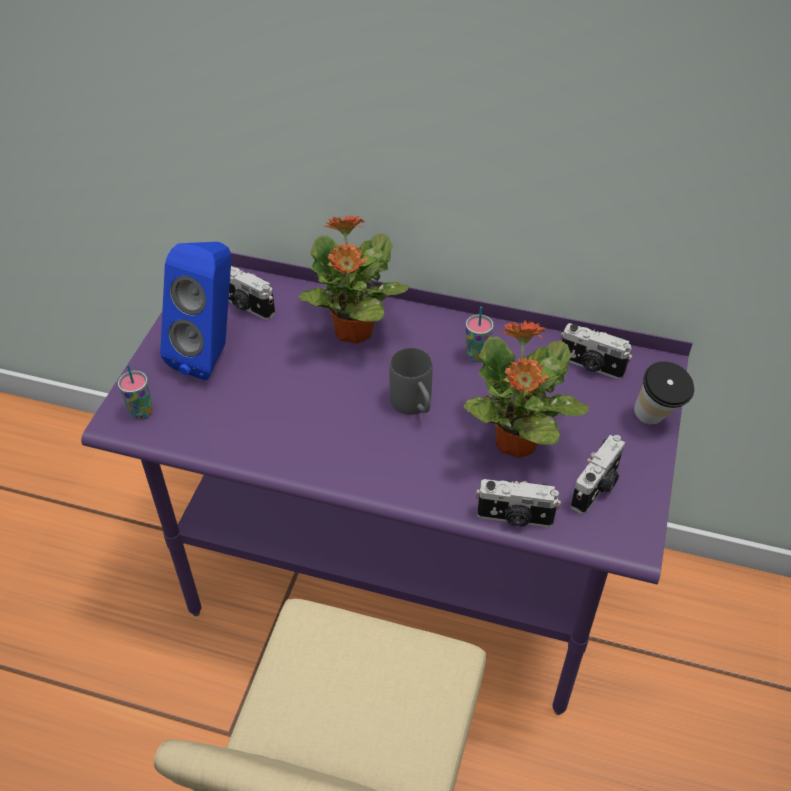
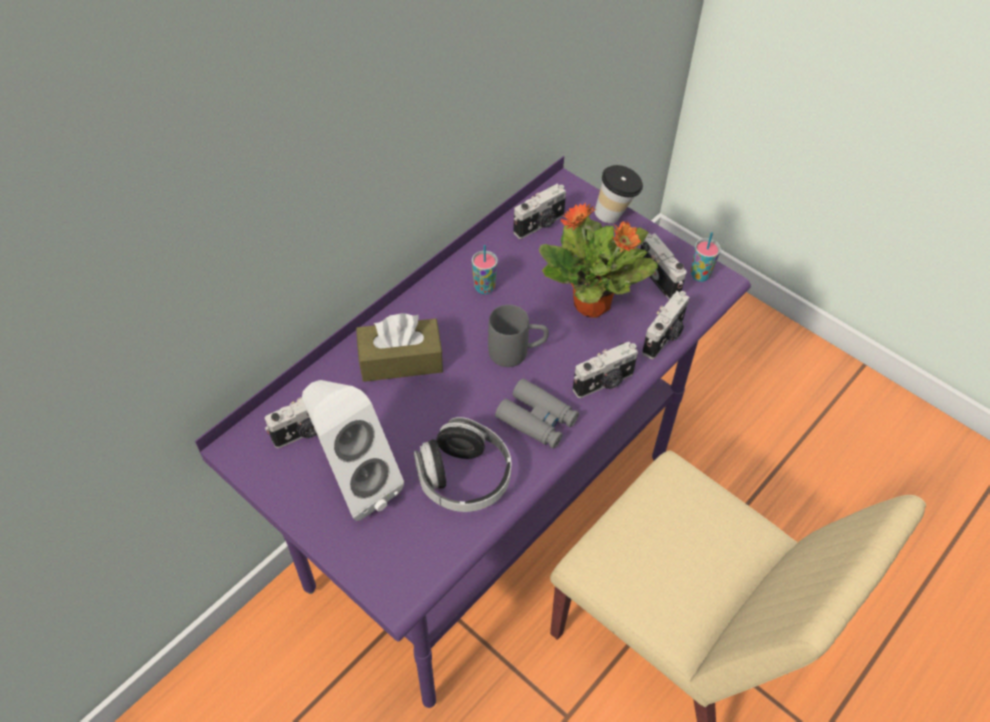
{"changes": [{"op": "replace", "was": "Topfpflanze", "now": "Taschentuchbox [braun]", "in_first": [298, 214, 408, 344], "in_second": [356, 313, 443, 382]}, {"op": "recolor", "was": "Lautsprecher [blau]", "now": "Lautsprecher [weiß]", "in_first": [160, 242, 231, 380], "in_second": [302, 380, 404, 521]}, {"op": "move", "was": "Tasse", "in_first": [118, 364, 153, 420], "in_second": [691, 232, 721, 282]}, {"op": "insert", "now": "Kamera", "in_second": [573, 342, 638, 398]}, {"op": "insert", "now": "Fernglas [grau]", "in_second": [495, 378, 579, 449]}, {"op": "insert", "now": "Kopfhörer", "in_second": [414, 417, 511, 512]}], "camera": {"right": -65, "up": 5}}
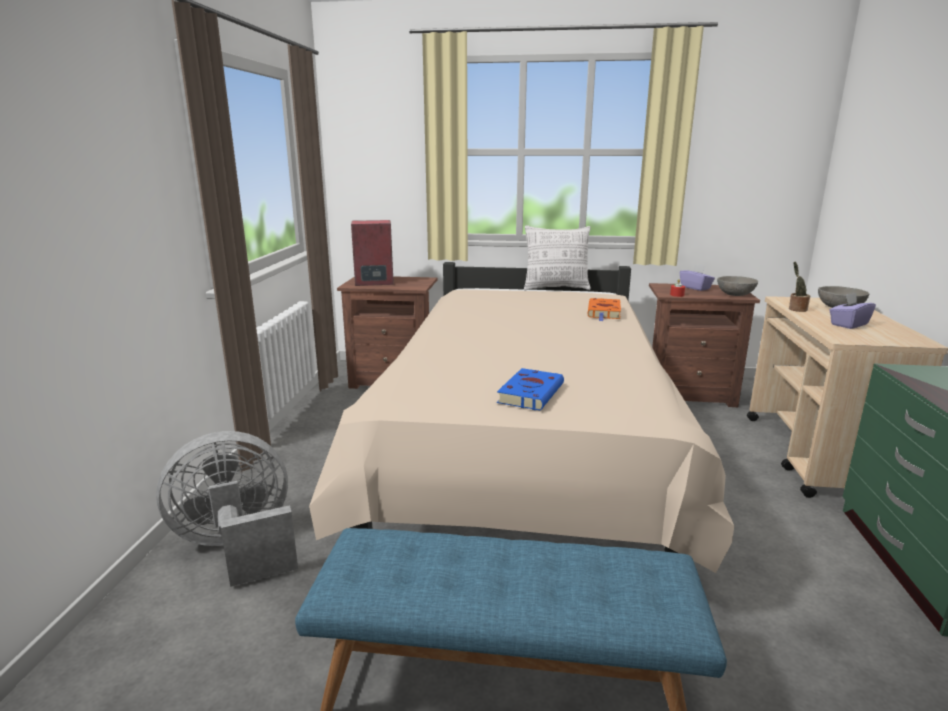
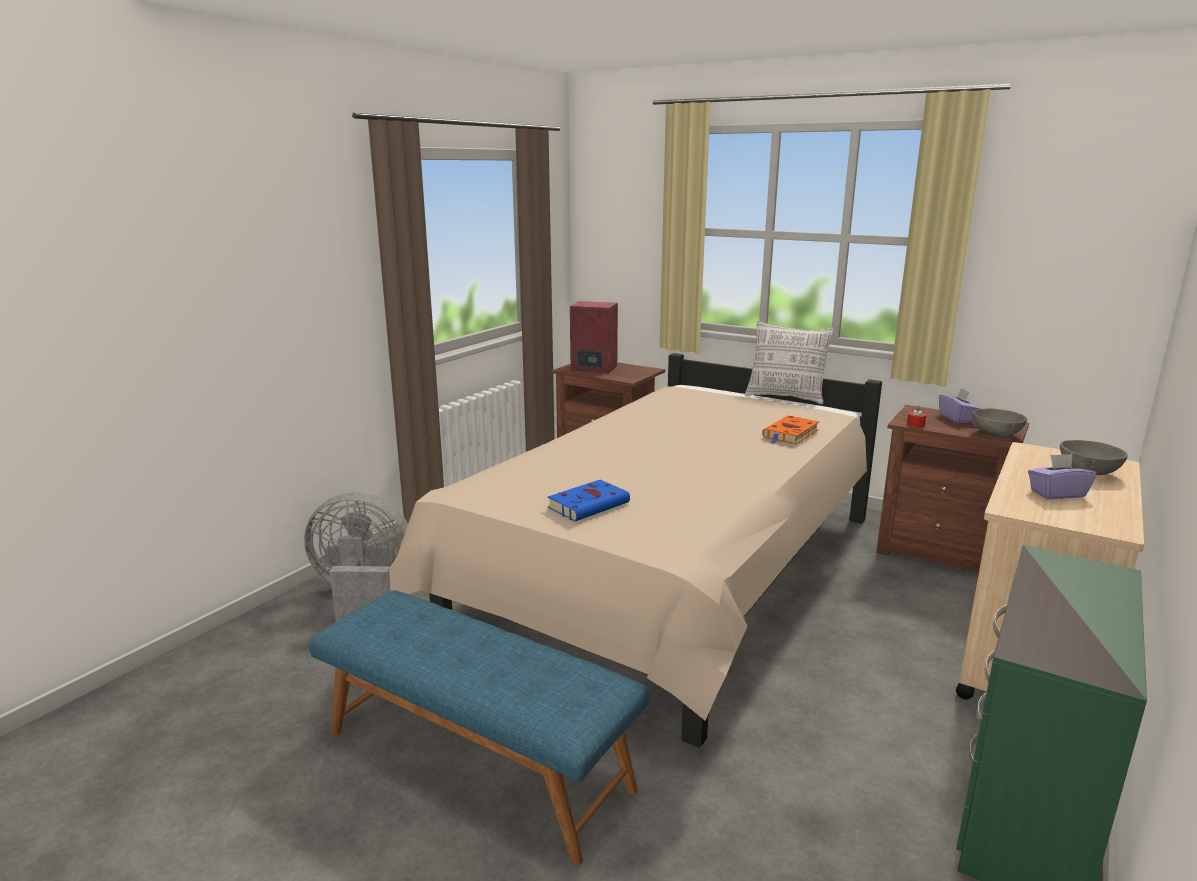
{"changes": [{"op": "delete", "was": "Topfpflanze", "in_first": [789, 261, 810, 312]}], "camera": {"right": 25, "up": 0}}
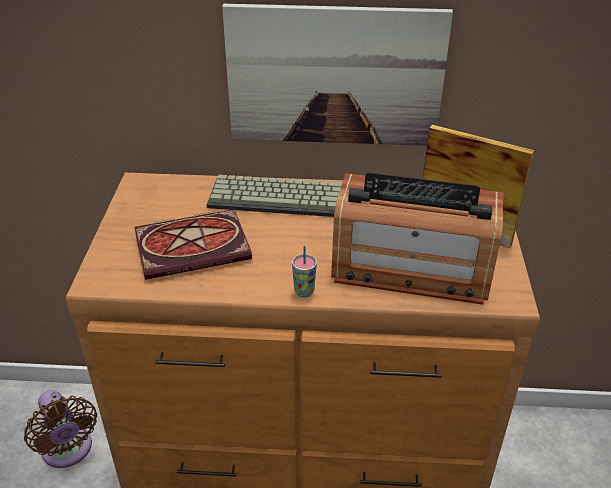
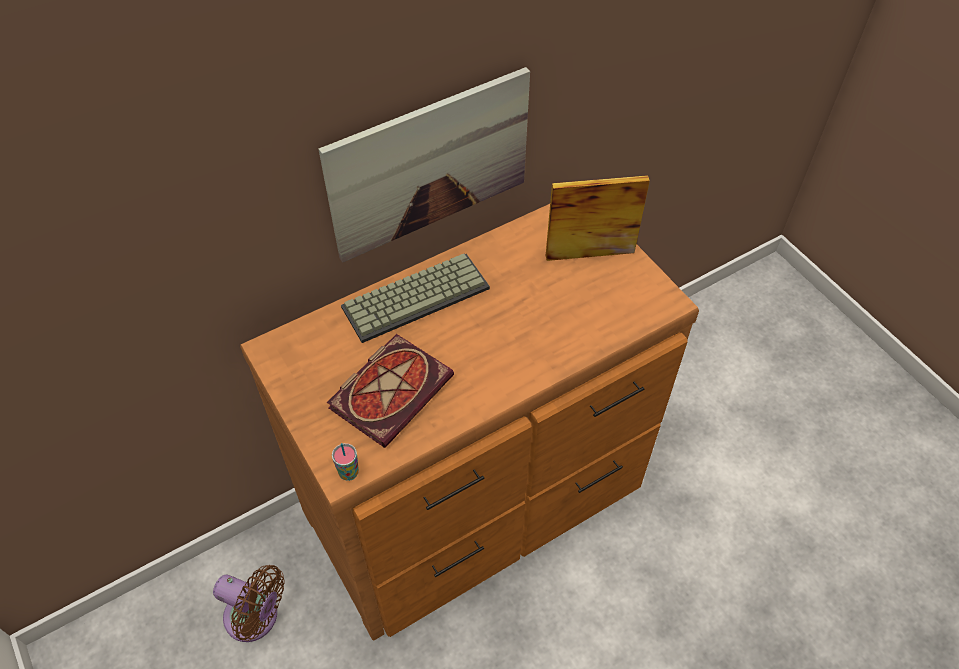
{"changes": [{"op": "delete", "was": "Radio", "in_first": [331, 172, 503, 305]}, {"op": "move", "was": "Tasse", "in_first": [292, 246, 317, 297], "in_second": [332, 443, 359, 481]}], "camera": {"right": -35, "up": 15}}
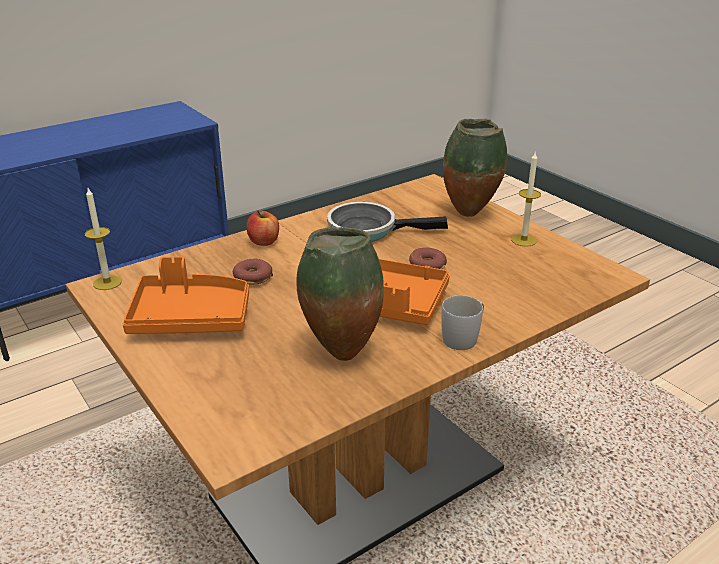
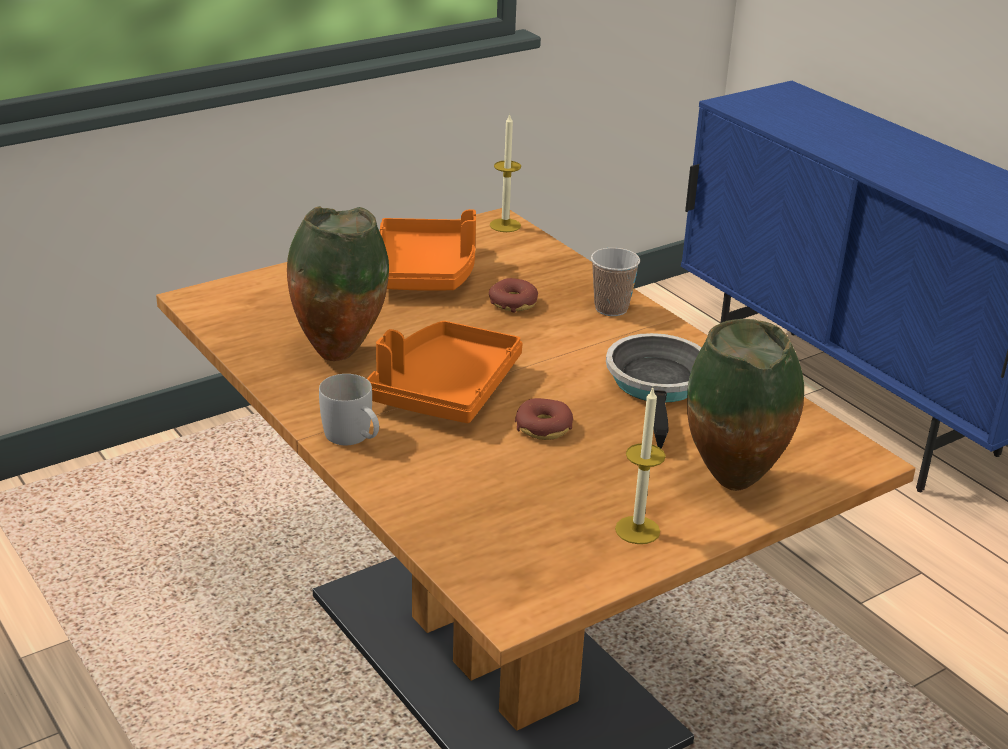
{"changes": [{"op": "replace", "was": "Apfel", "now": "Tasse", "in_first": [247, 211, 279, 246], "in_second": [591, 248, 640, 316]}], "camera": {"right": 90, "up": 0}}
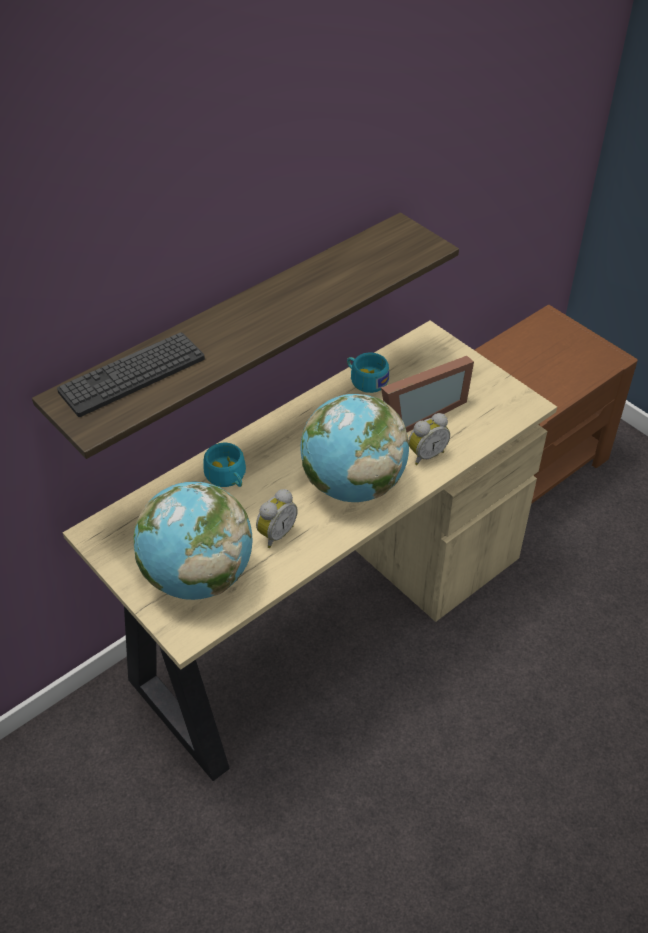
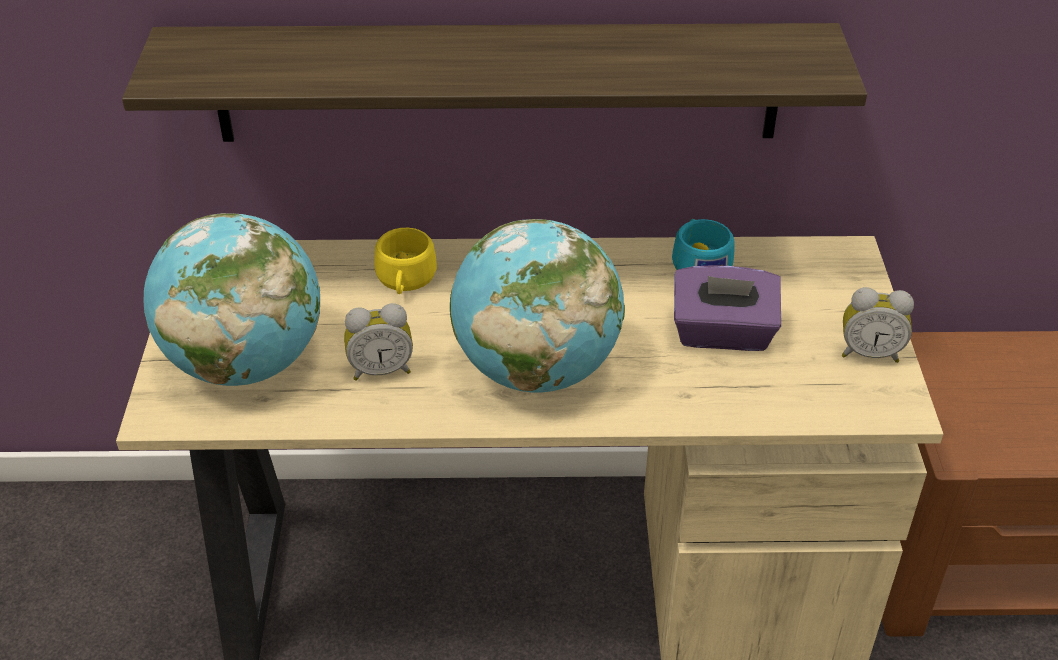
{"changes": [{"op": "delete", "was": "Tastatur", "in_first": [57, 332, 205, 417]}, {"op": "replace", "was": "Bilderrahmen", "now": "Taschentuchbox [lila]", "in_first": [381, 356, 474, 432], "in_second": [674, 266, 781, 351]}, {"op": "move", "was": "Wecker", "in_first": [409, 413, 450, 465], "in_second": [842, 287, 914, 363]}, {"op": "recolor", "was": "Tasse [türkis]", "now": "Tasse [gelb]", "in_first": [203, 443, 246, 487], "in_second": [375, 228, 437, 294]}], "camera": {"right": 40, "up": -5}}
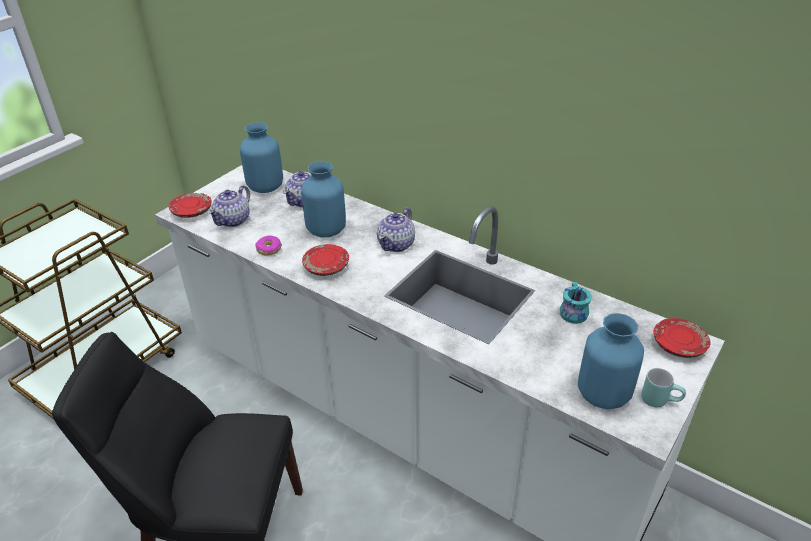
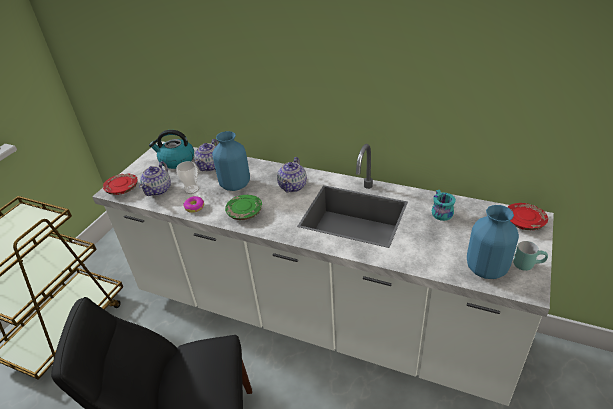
{"changes": [{"op": "replace", "was": "Vase [blau]", "now": "Wasserkessel", "in_first": [240, 122, 283, 193], "in_second": [149, 130, 194, 169]}, {"op": "recolor", "was": "Teller [rot]", "now": "Teller [grün]", "in_first": [302, 244, 349, 276], "in_second": [225, 195, 262, 220]}, {"op": "insert", "now": "Tasse", "in_second": [177, 161, 199, 194]}], "camera": {"right": -10, "up": 0}}
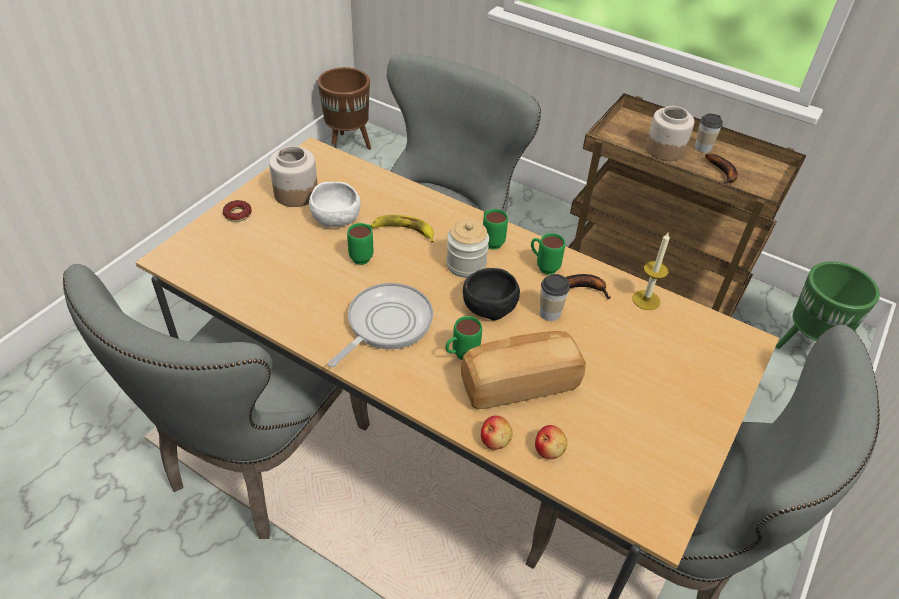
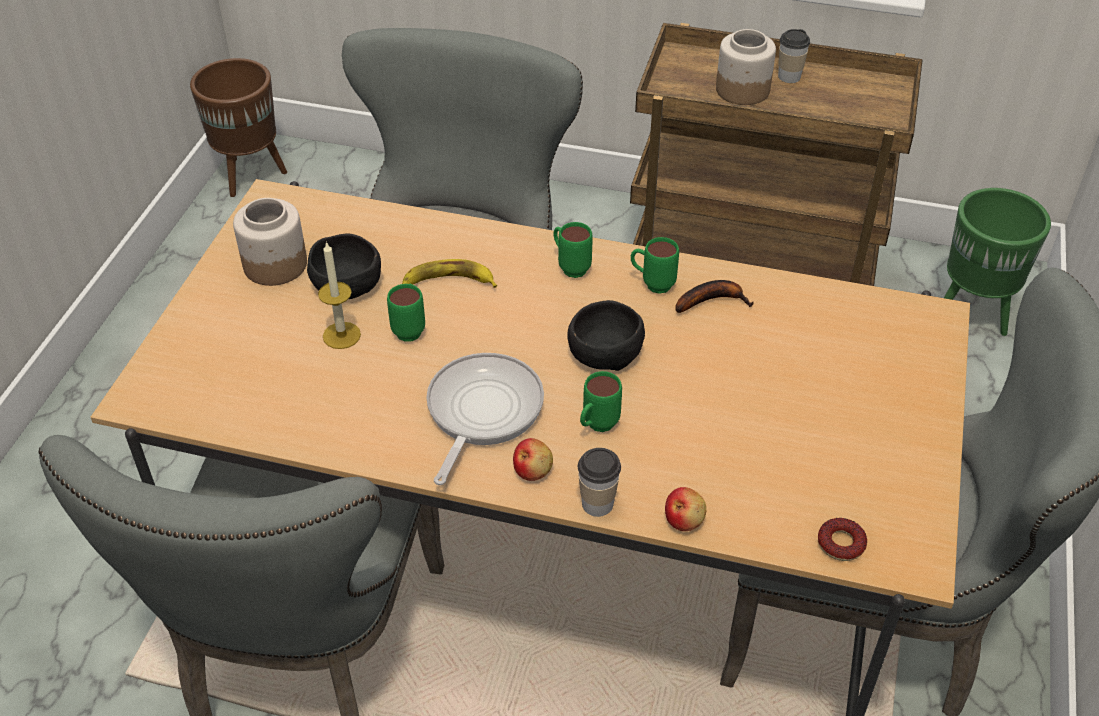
{"changes": [{"op": "delete", "was": "Banane", "in_first": [705, 154, 738, 184]}, {"op": "recolor", "was": "Schüssel [weiß]", "now": "Schüssel [schwarz]", "in_first": [309, 182, 361, 227], "in_second": [307, 234, 381, 299]}, {"op": "move", "was": "Donut", "in_first": [223, 200, 252, 222], "in_second": [818, 518, 867, 561]}, {"op": "delete", "was": "Vorratsglas", "in_first": [446, 220, 489, 278]}, {"op": "move", "was": "Kerze", "in_first": [632, 233, 670, 310], "in_second": [318, 241, 361, 349]}, {"op": "move", "was": "Tasse", "in_first": [540, 274, 570, 321], "in_second": [578, 448, 621, 517]}, {"op": "delete", "was": "Brot", "in_first": [461, 331, 586, 409]}, {"op": "move", "was": "Apfel", "in_first": [535, 425, 567, 459], "in_second": [513, 438, 553, 481]}], "camera": {"right": -15, "up": 0}}
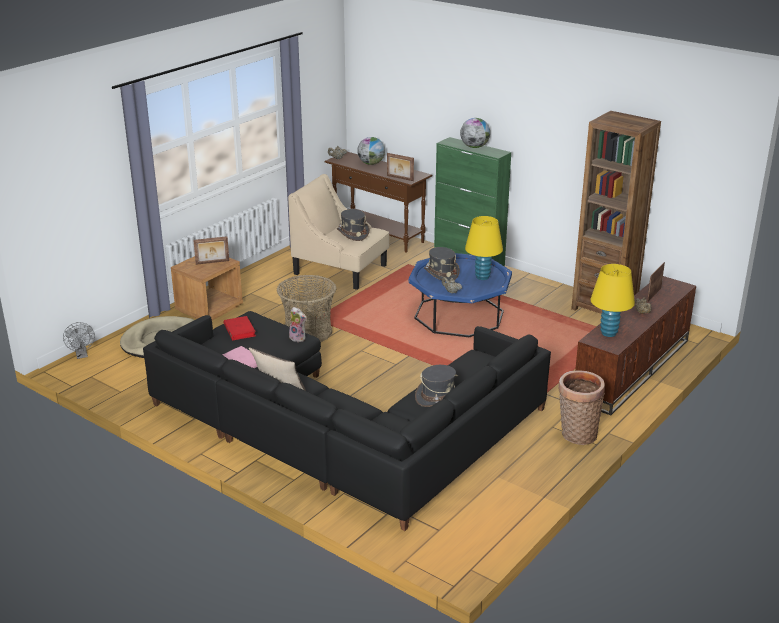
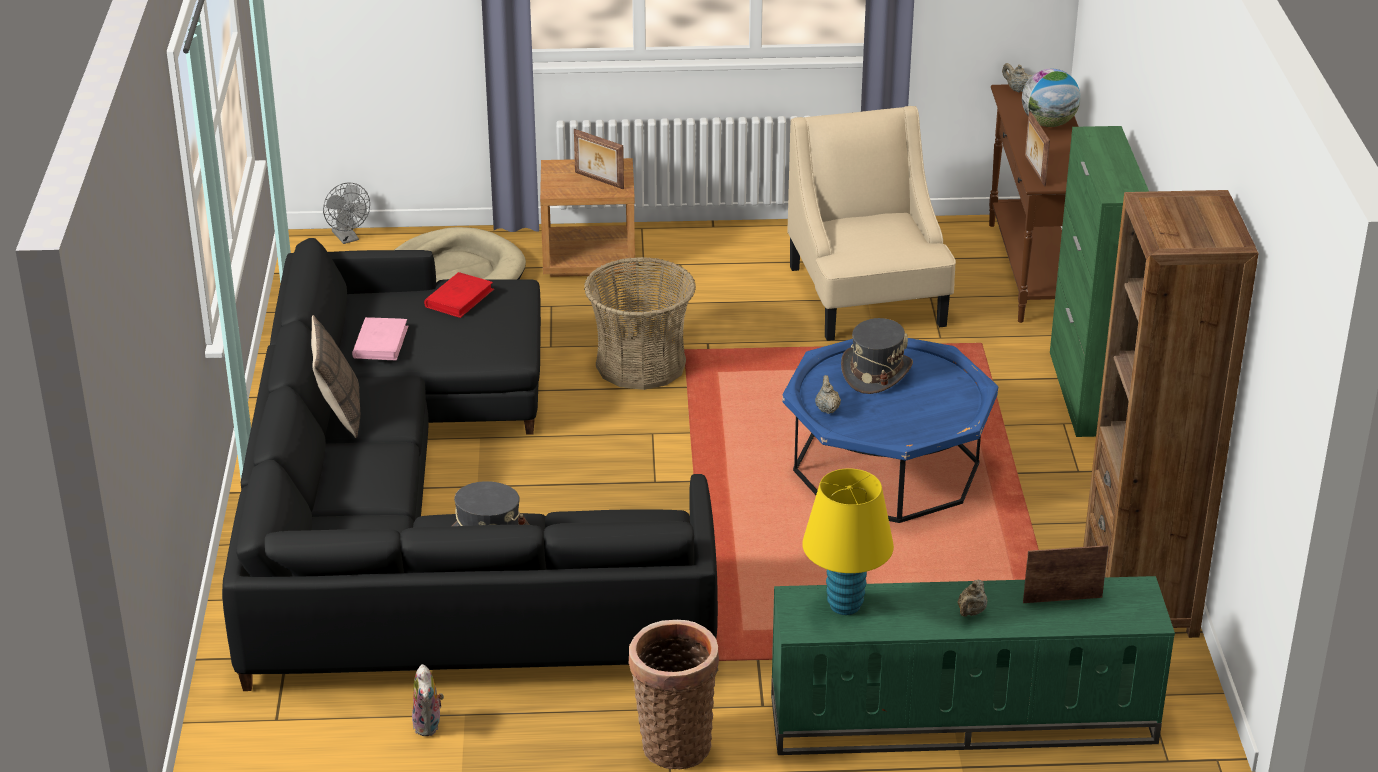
{"changes": [{"op": "delete", "was": "Globus", "in_first": [460, 118, 490, 148]}, {"op": "delete", "was": "Hut [grau]", "in_first": [337, 209, 370, 241]}, {"op": "delete", "was": "Tischlampe [gelb]", "in_first": [465, 216, 503, 280]}, {"op": "recolor", "was": "Fernsehschrank [braun]", "now": "Fernsehschrank [grün]", "in_first": [575, 276, 696, 415], "in_second": [771, 576, 1175, 755]}, {"op": "move", "was": "Plüschtier", "in_first": [289, 307, 307, 342], "in_second": [412, 664, 444, 736]}, {"op": "rotate", "was": "Ventilator [grau]", "in_first": [63, 322, 95, 359], "in_second": [323, 183, 370, 244], "clockwise": -60}], "camera": {"right": 50, "up": 5}}
